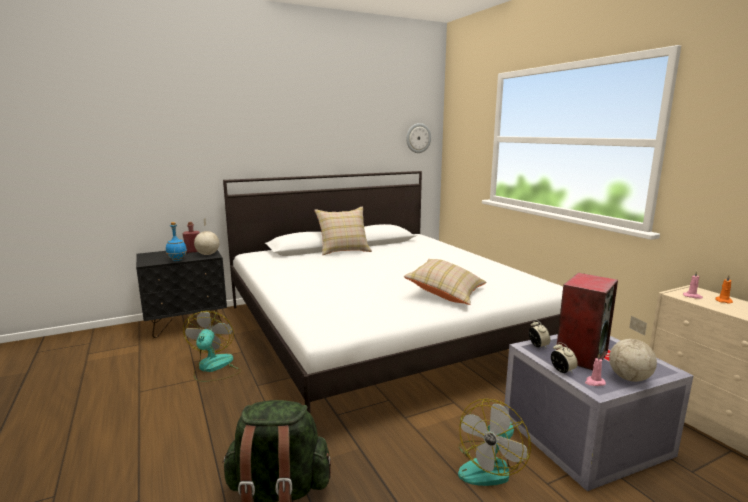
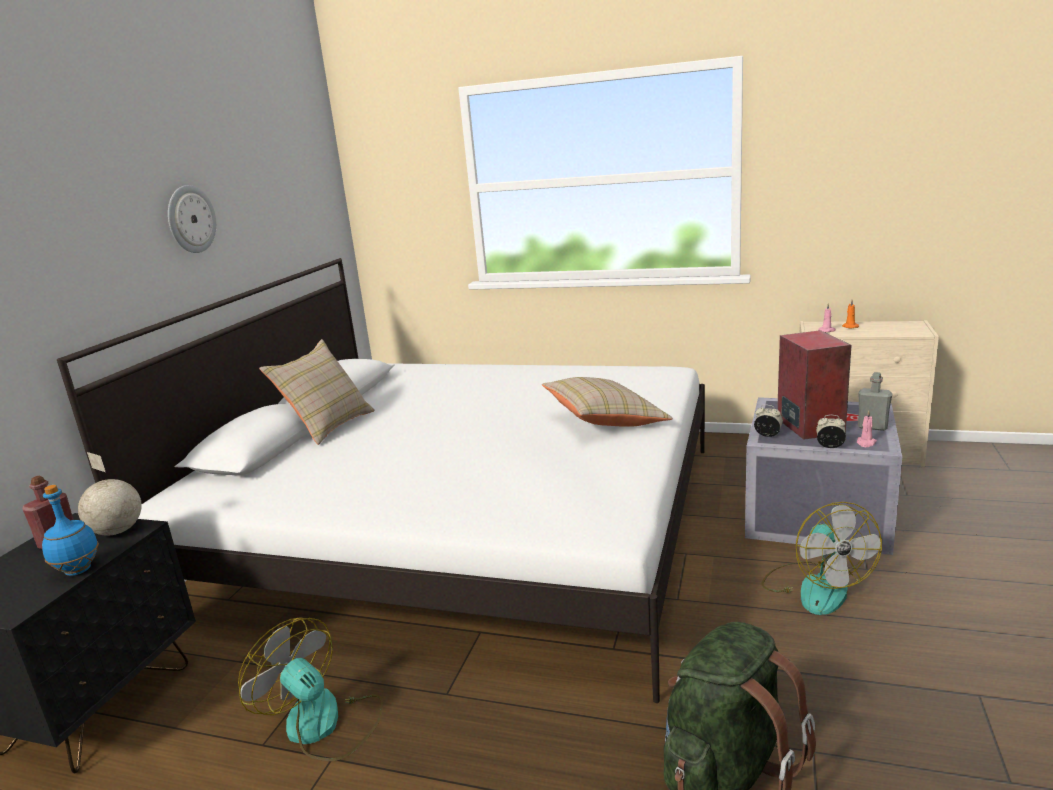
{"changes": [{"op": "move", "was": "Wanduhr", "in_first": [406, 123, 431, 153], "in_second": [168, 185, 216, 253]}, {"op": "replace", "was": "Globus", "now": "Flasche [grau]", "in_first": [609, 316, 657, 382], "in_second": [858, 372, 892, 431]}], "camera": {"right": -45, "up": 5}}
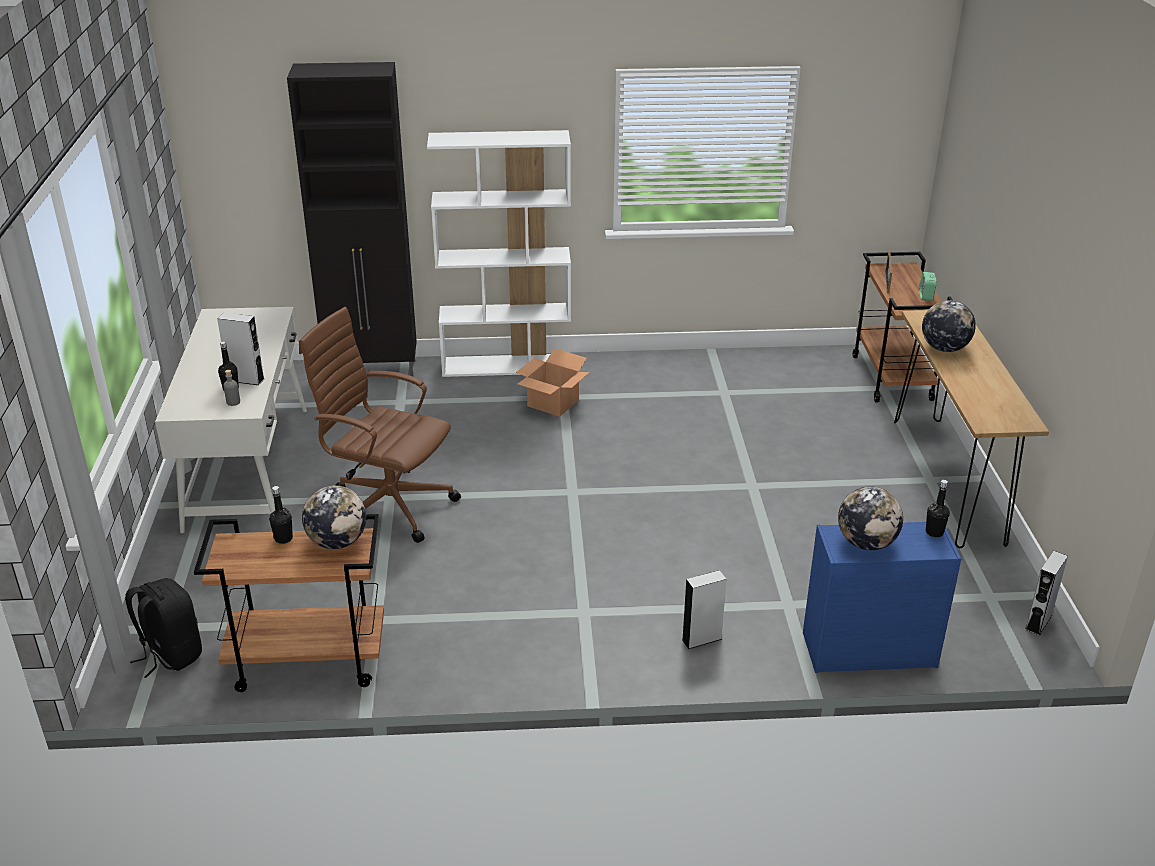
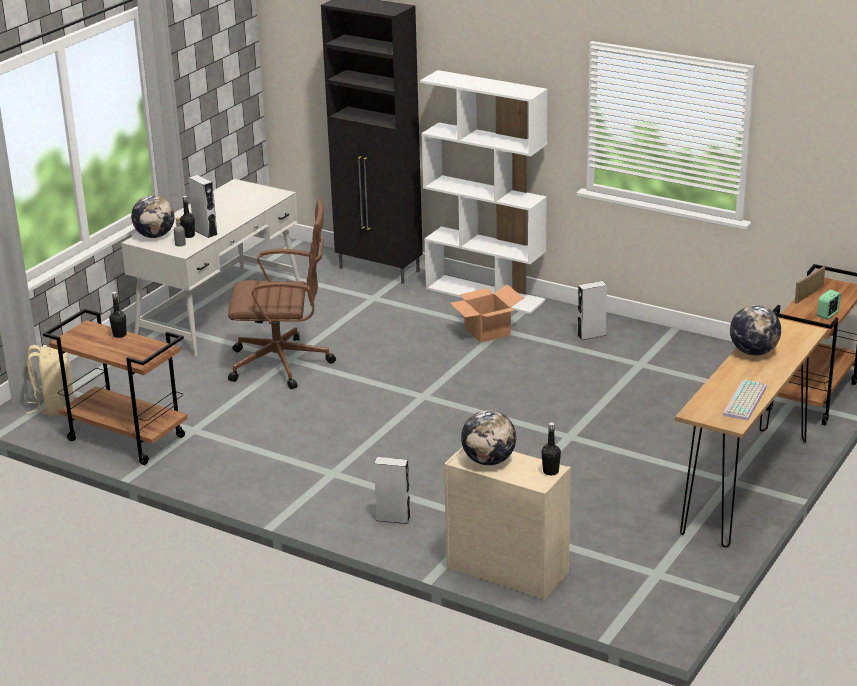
{"changes": [{"op": "rotate", "was": "Bürostuhl [braun]", "in_first": [299, 307, 461, 543], "in_second": [228, 198, 336, 389], "clockwise": 120}, {"op": "move", "was": "Globus", "in_first": [302, 485, 366, 549], "in_second": [131, 195, 175, 238]}, {"op": "recolor", "was": "Kommode [blau]", "now": "Kommode [beige]", "in_first": [803, 522, 962, 673], "in_second": [444, 446, 571, 600]}, {"op": "move", "was": "Lautsprecher [grau]", "in_first": [1025, 551, 1068, 636], "in_second": [577, 281, 607, 340]}, {"op": "recolor", "was": "Rucksack [schwarz]", "now": "Rucksack [beige]", "in_first": [125, 578, 202, 678], "in_second": [27, 345, 73, 417]}, {"op": "insert", "now": "Tastatur", "in_second": [723, 380, 767, 421]}], "camera": {"right": 35, "up": -5}}
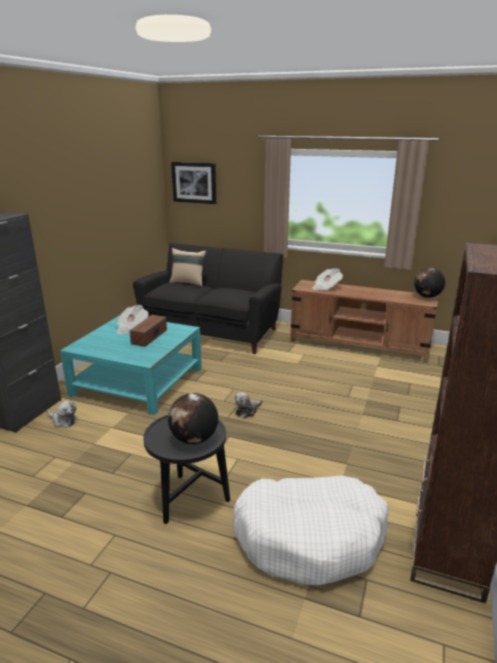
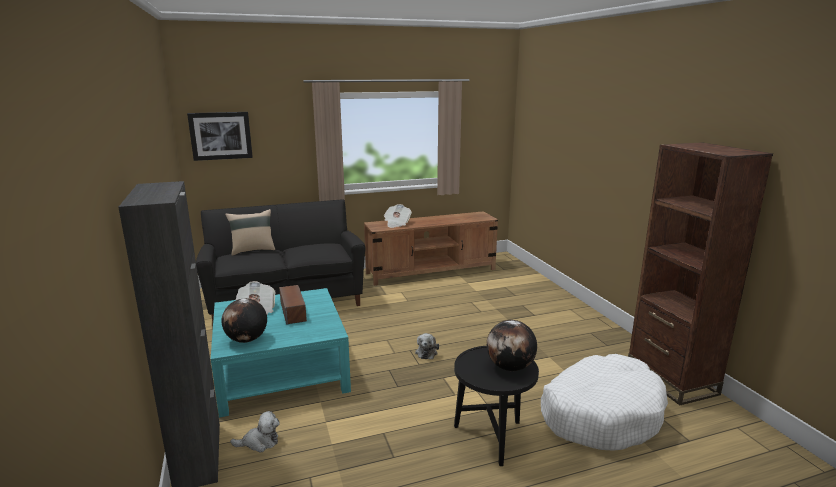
{"changes": [{"op": "move", "was": "Globus", "in_first": [414, 268, 445, 298], "in_second": [221, 298, 267, 343]}], "camera": {"right": -40, "up": -5}}
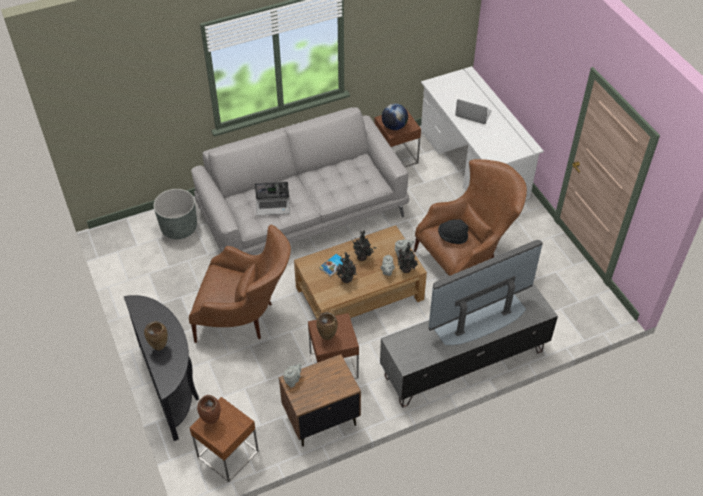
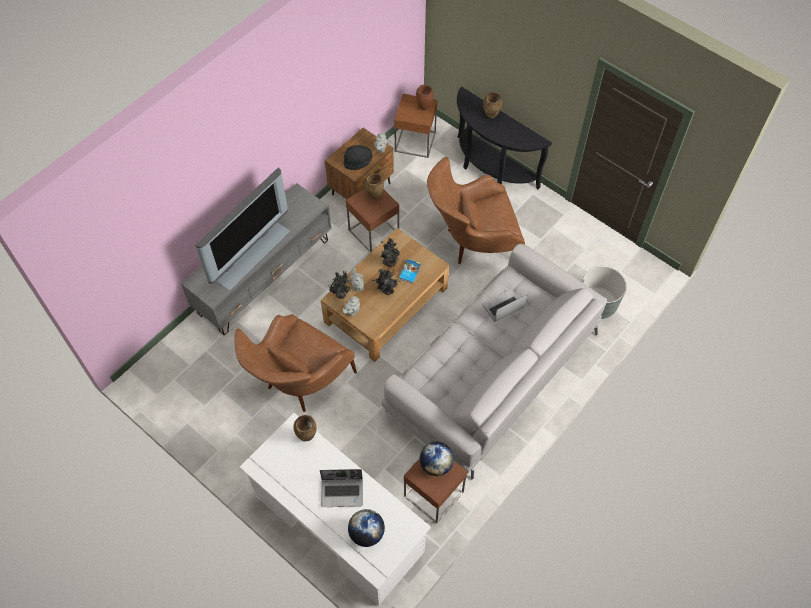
{"changes": [{"op": "move", "was": "Hut [schwarz]", "in_first": [438, 219, 468, 244], "in_second": [344, 145, 372, 170]}, {"op": "insert", "now": "Vase [braun]", "in_second": [293, 415, 316, 441]}, {"op": "insert", "now": "Globus", "in_second": [348, 509, 385, 547]}], "camera": {"right": 155, "up": 10}}
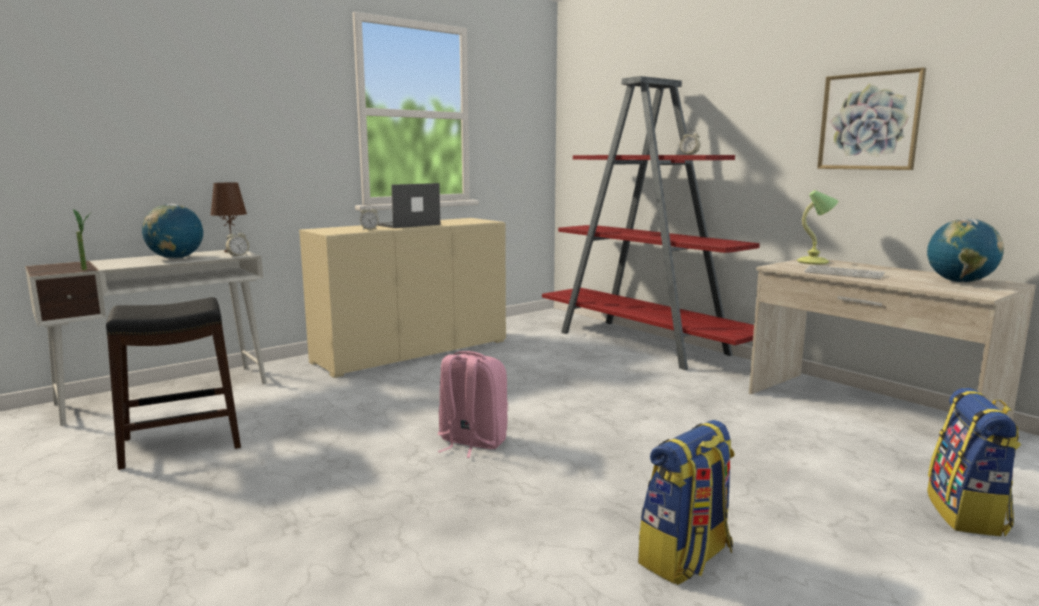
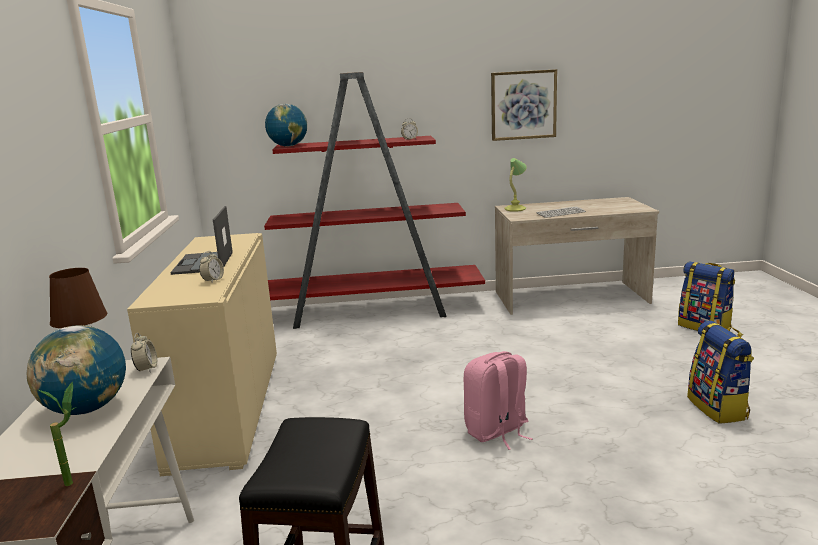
{"changes": [{"op": "move", "was": "Globus", "in_first": [927, 219, 1004, 283], "in_second": [265, 104, 307, 147]}], "camera": {"right": -55, "up": 5}}
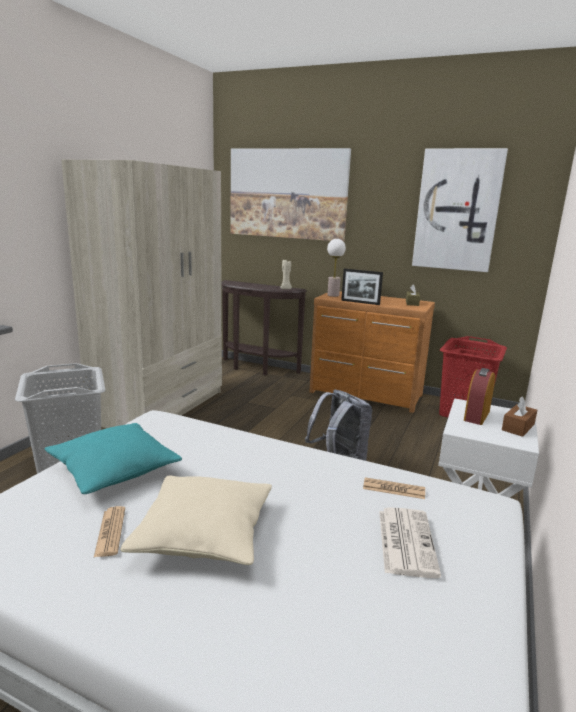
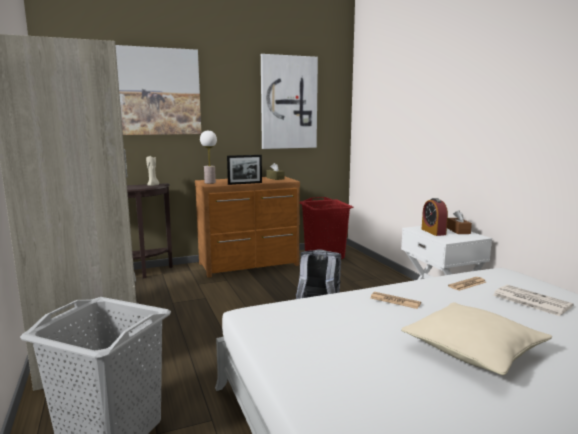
{"changes": [{"op": "delete", "was": "Kissen [türkis]", "in_first": [45, 423, 182, 494]}, {"op": "move", "was": "Zeitung", "in_first": [94, 506, 125, 557], "in_second": [371, 292, 421, 309]}], "camera": {"right": -45, "up": -5}}
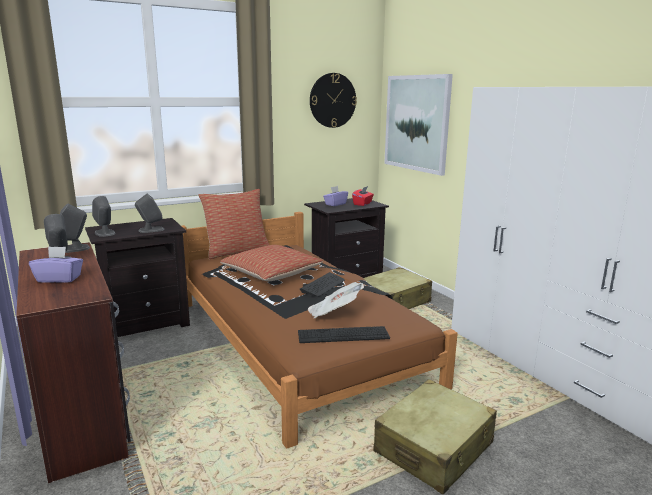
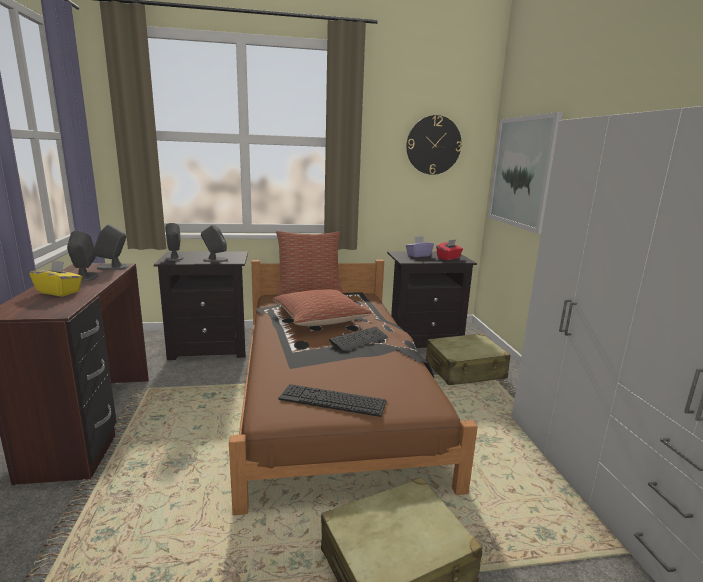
{"changes": [{"op": "recolor", "was": "Taschentuchbox [lila]", "now": "Taschentuchbox [gelb]", "in_first": [29, 246, 83, 283], "in_second": [29, 260, 82, 297]}, {"op": "delete", "was": "Zeitung", "in_first": [308, 282, 364, 318]}], "camera": {"right": 20, "up": 0}}
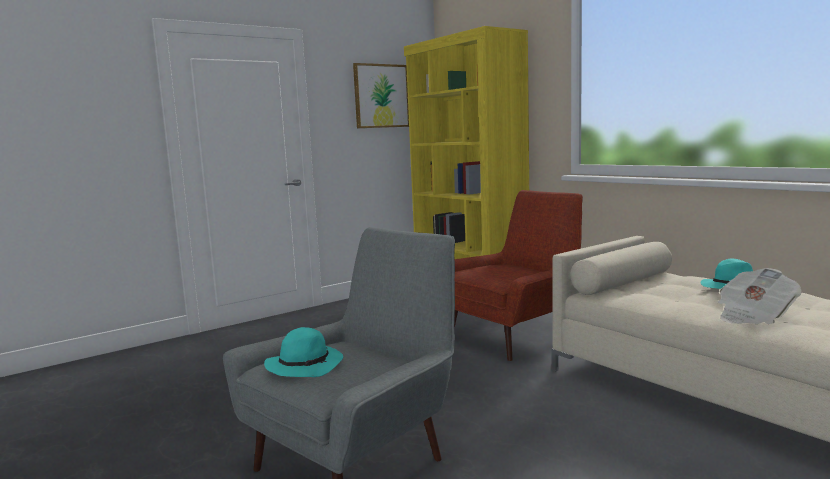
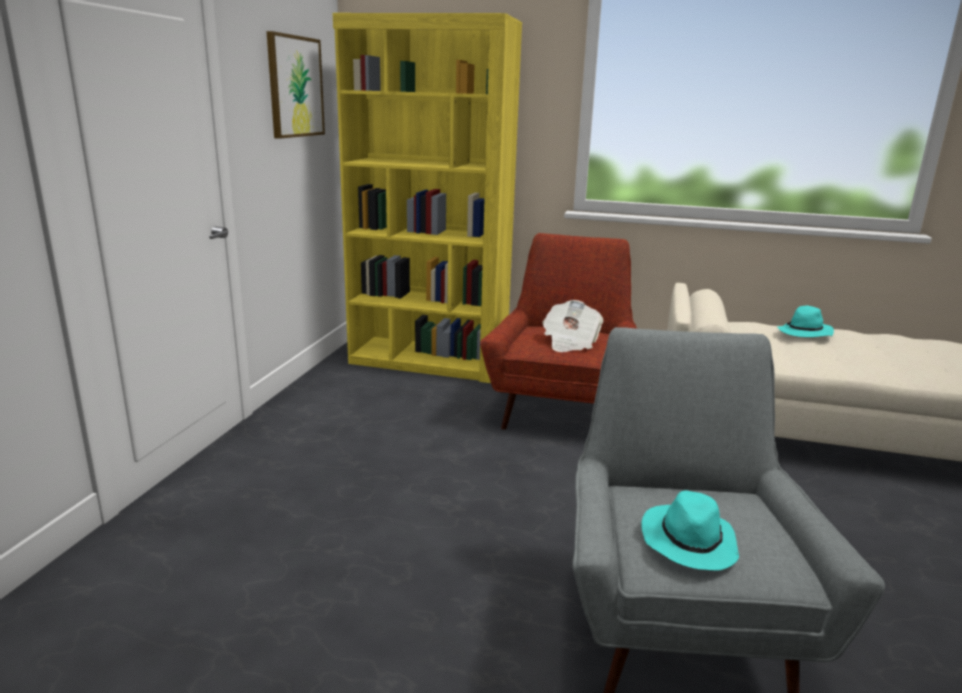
{"changes": [{"op": "move", "was": "Zeitung", "in_first": [718, 268, 802, 324], "in_second": [542, 300, 604, 352]}], "camera": {"right": -40, "up": 10}}
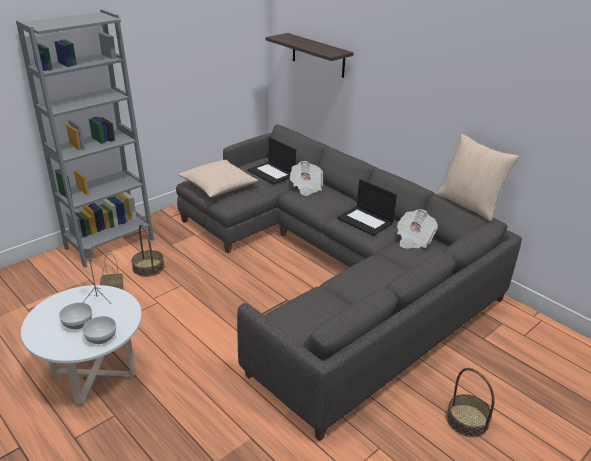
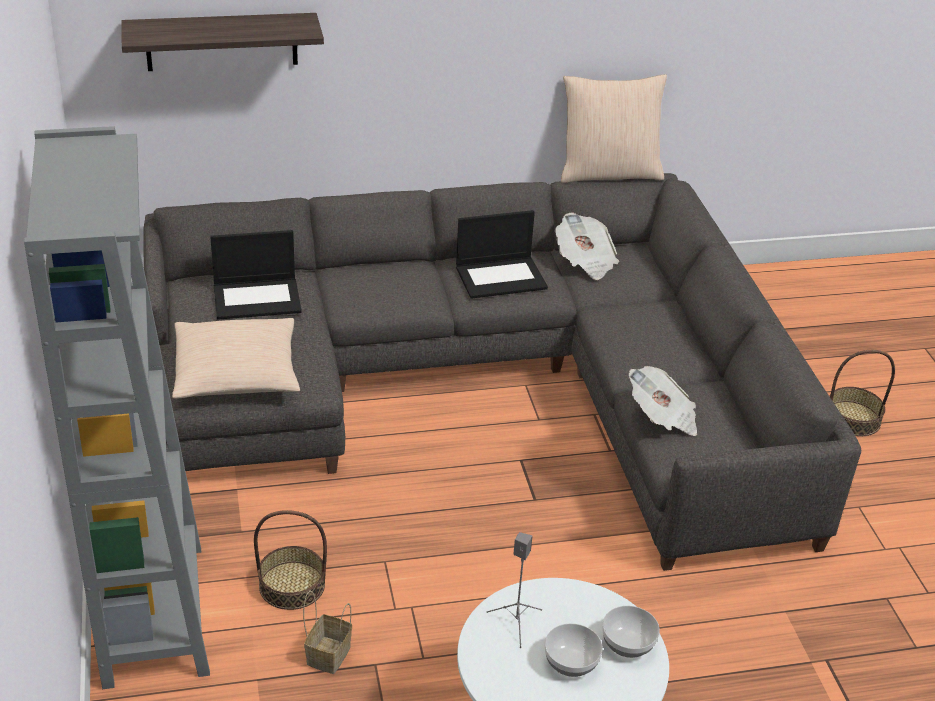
{"changes": [{"op": "move", "was": "Zeitung", "in_first": [289, 161, 323, 196], "in_second": [629, 366, 697, 436]}], "camera": {"right": -60, "up": 5}}
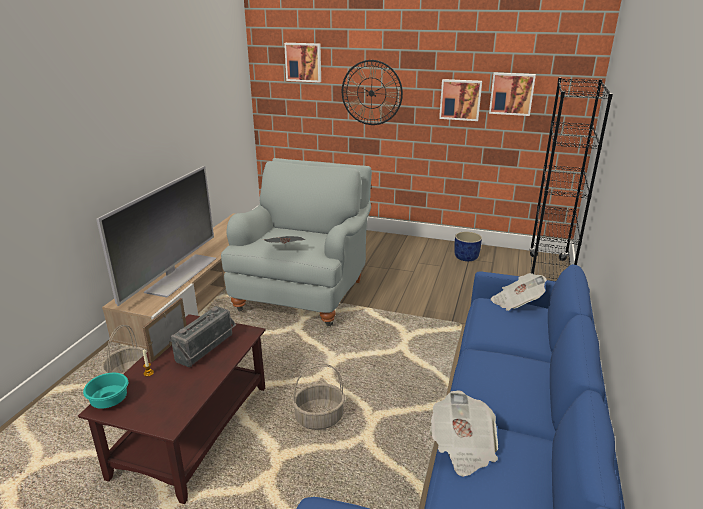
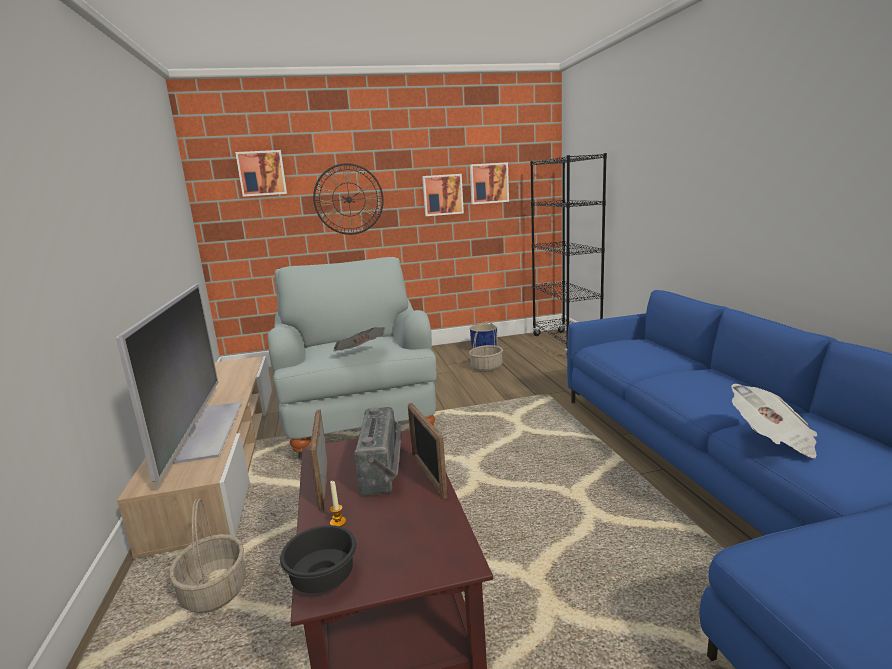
{"changes": [{"op": "delete", "was": "Zeitung", "in_first": [491, 273, 547, 311]}, {"op": "move", "was": "Korb", "in_first": [293, 363, 345, 430], "in_second": [469, 321, 503, 372]}, {"op": "recolor", "was": "Schüssel [türkis]", "now": "Schüssel [schwarz]", "in_first": [83, 373, 128, 409], "in_second": [280, 525, 357, 593]}, {"op": "insert", "now": "Bilderrahmen", "in_second": [408, 403, 448, 499]}], "camera": {"right": -30, "up": -10}}
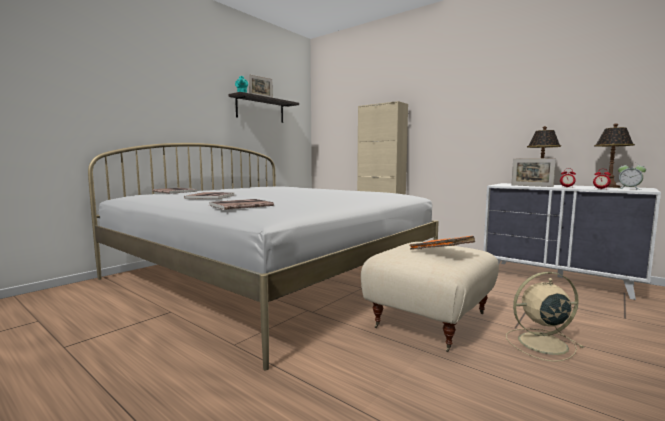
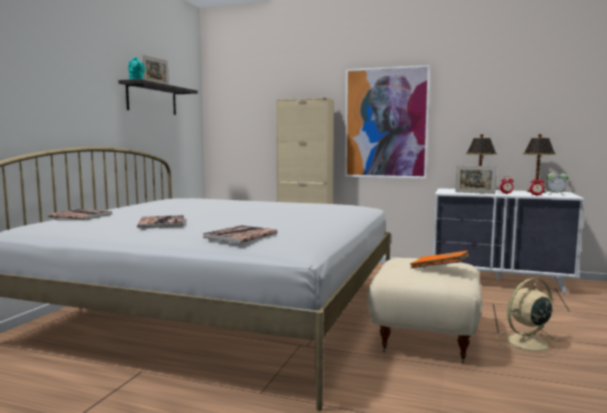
{"changes": [{"op": "insert", "now": "Bild", "in_second": [344, 65, 430, 179]}], "camera": {"right": -20, "up": 0}}
